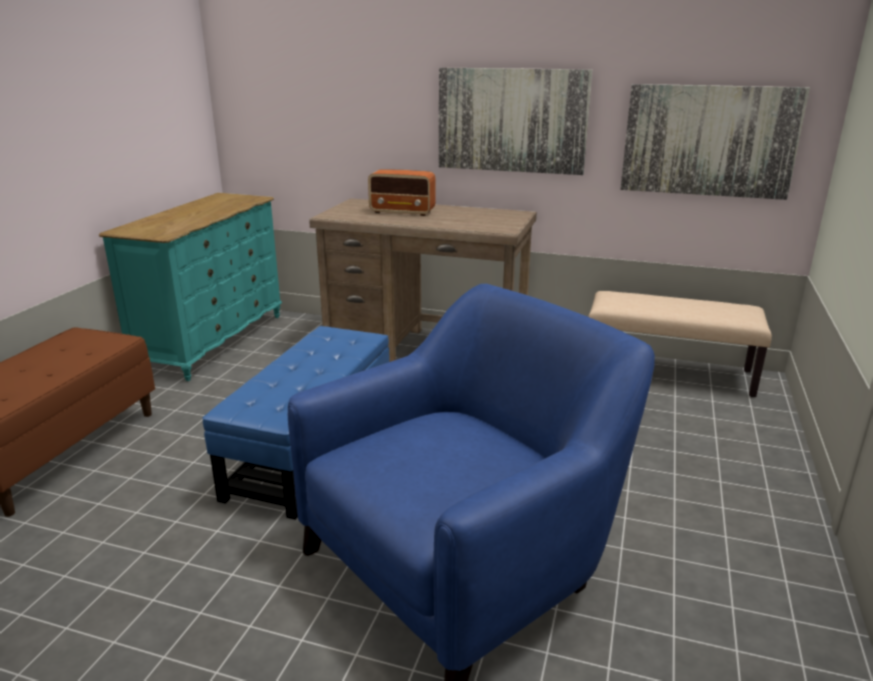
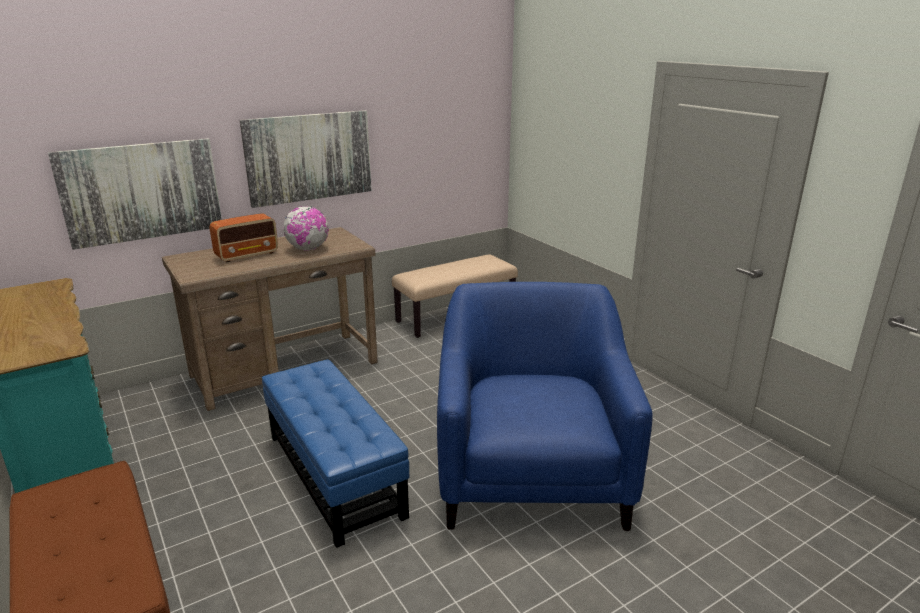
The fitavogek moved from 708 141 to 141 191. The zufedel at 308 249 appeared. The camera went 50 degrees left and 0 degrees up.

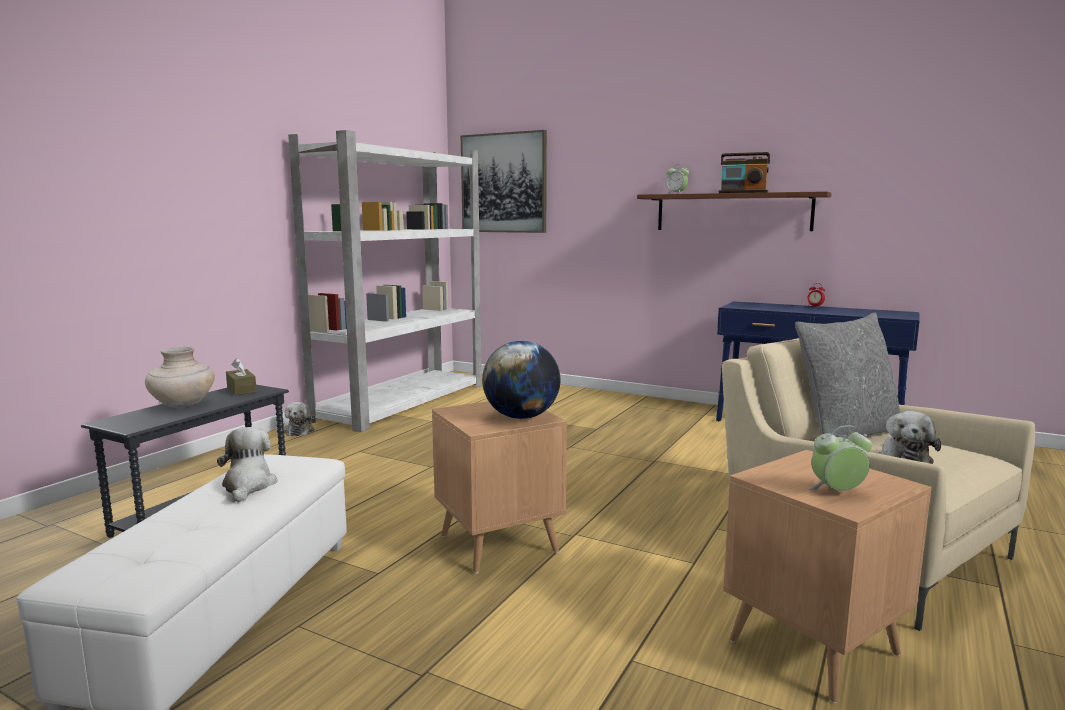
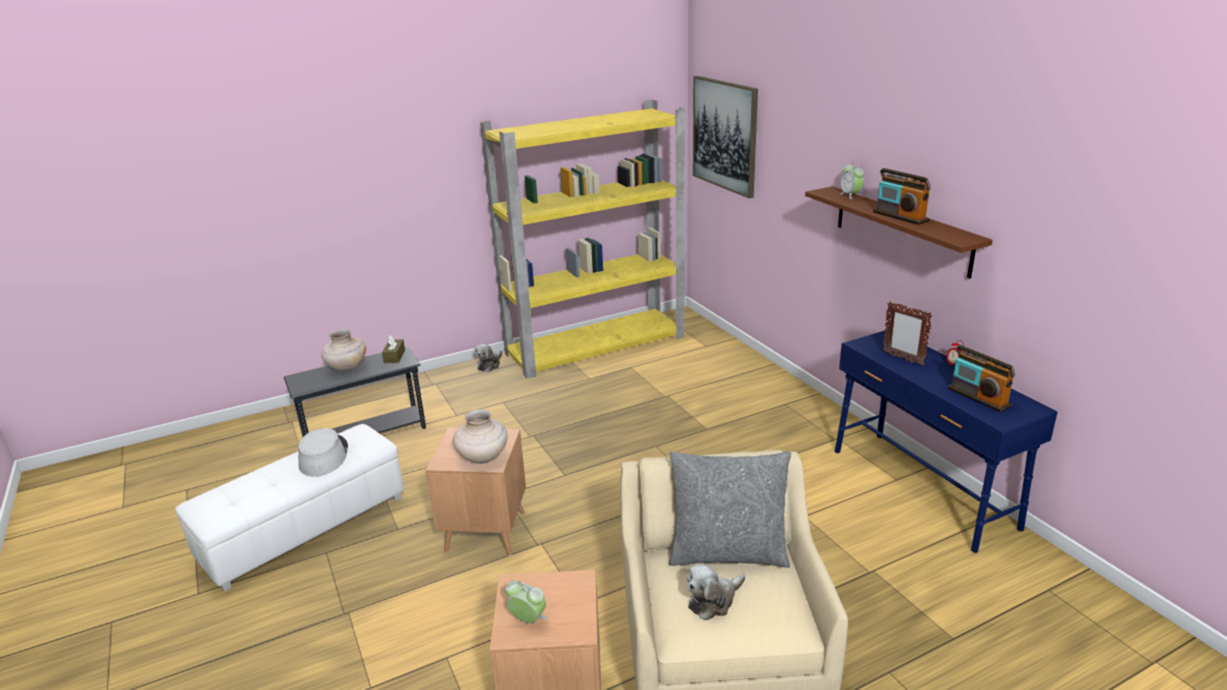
The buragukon at 248 486 was replaced by the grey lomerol at 323 456. The zufedel at 521 417 was replaced by the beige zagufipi at 482 457. The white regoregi at 403 401 became the yellow regoregi at 596 345. The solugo at 902 359 appeared. The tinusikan at 978 397 appeared. The camera went 35 degrees right and 15 degrees up.

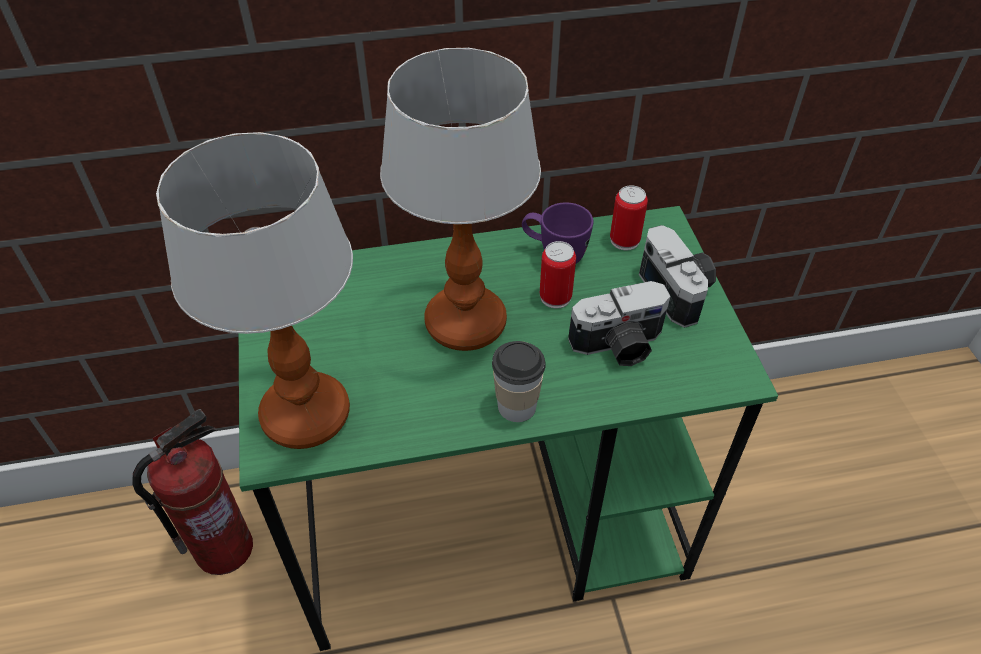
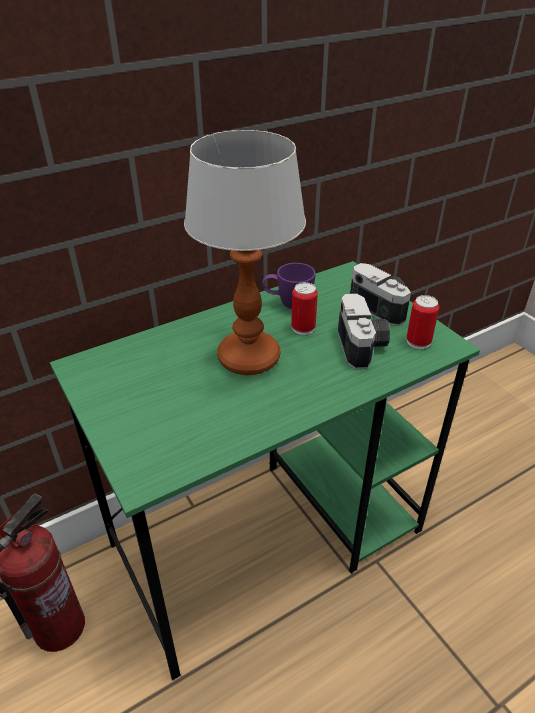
The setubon at 619 346 turned 60 degrees counterclockwise. The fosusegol moved from 624 240 to 418 341. The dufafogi at 306 416 disappeared. The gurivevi at 517 406 disappeared. The camera went 20 degrees left and 10 degrees down.

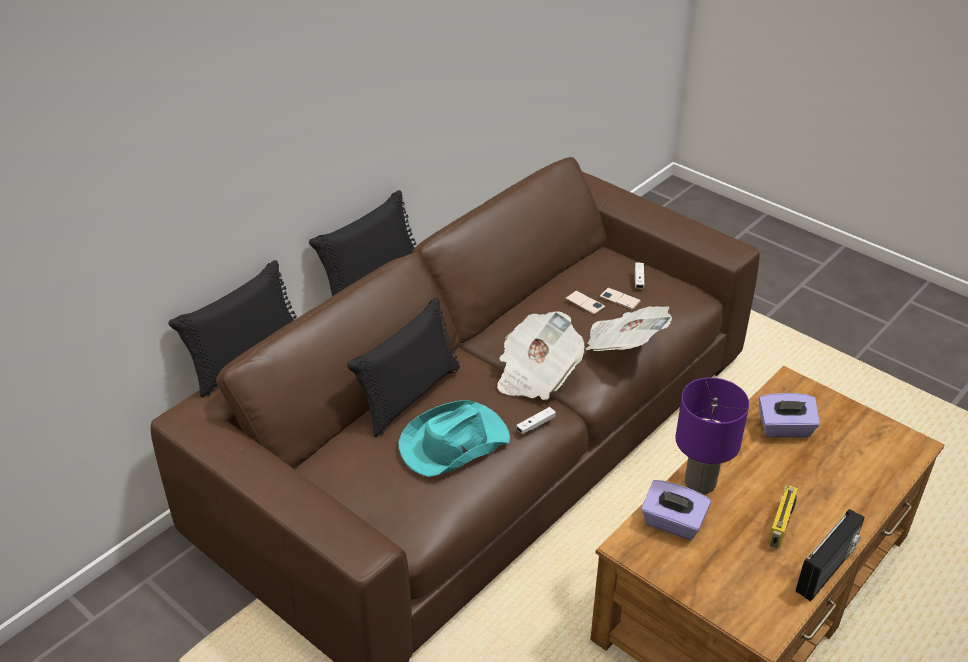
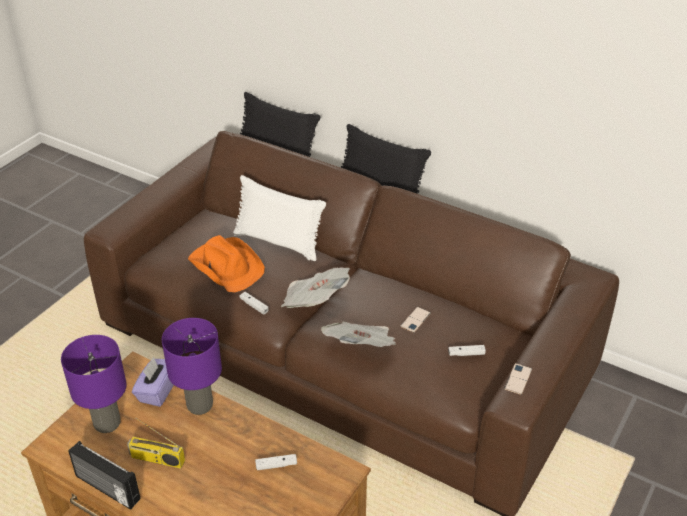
The purple dufafogi at 108 425 appeared. The turquoise lomerol at 453 443 became the orange lomerol at 226 266. The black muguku at 408 396 became the white muguku at 279 242. The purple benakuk at 785 429 was replaced by the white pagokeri at 276 465. The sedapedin moved from 620 299 to 518 379. The camera went 80 degrees right and 0 degrees up.

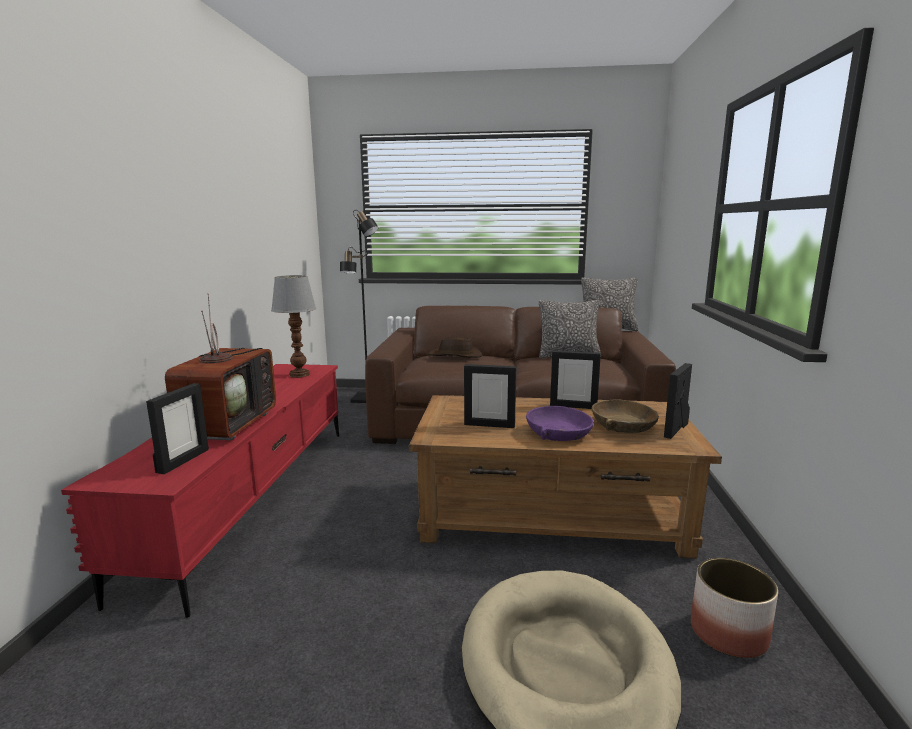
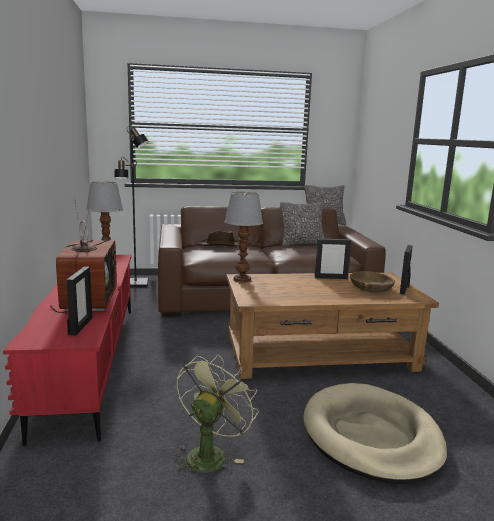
The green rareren at 209 454 appeared. The dufafogi at 241 280 appeared. The solugo at 489 425 disappeared. The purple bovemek at 558 433 disappeared. The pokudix at 729 634 disappeared. The camera went 15 degrees left and 0 degrees up.

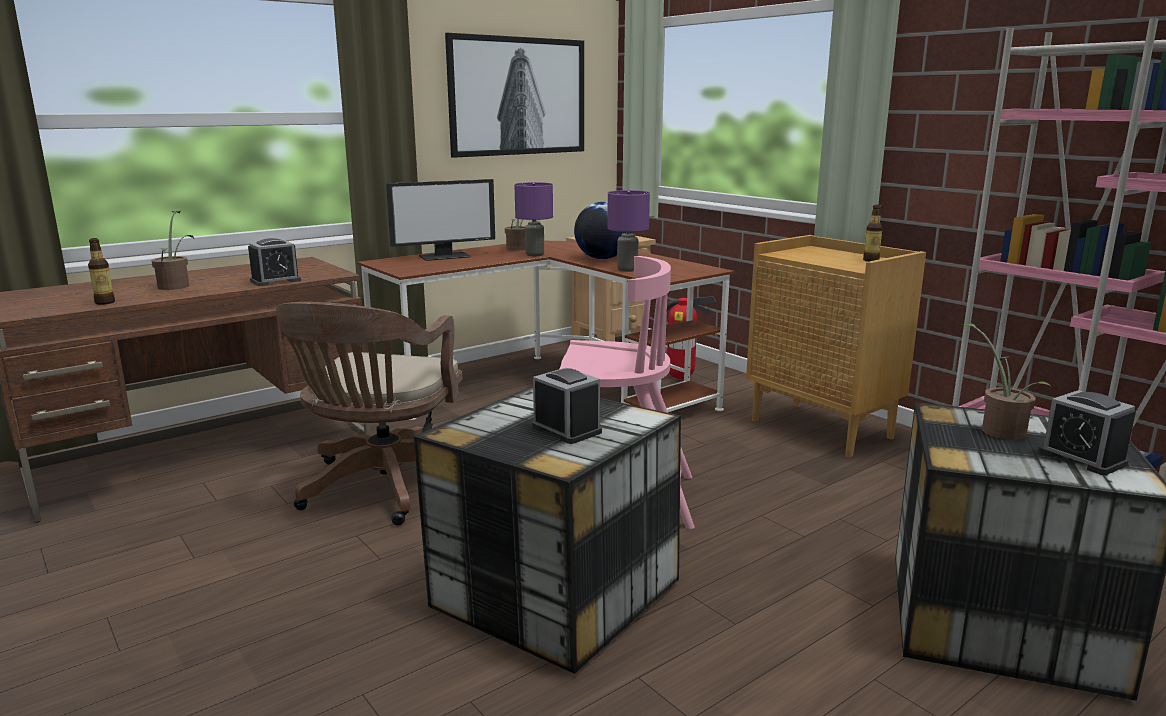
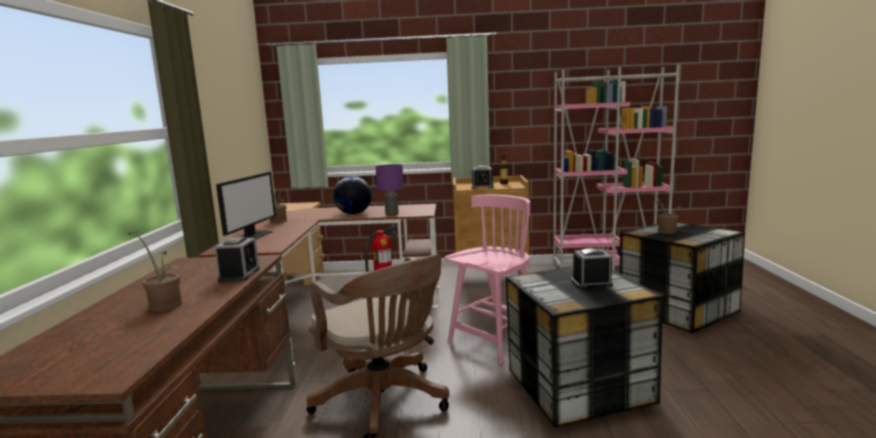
The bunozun moved from 1082 458 to 482 187. The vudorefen at 105 302 disappeared. The fitavogek at 517 96 disappeared. The purple dufafogi at 535 255 disappeared. The camera went 50 degrees left and 5 degrees down.

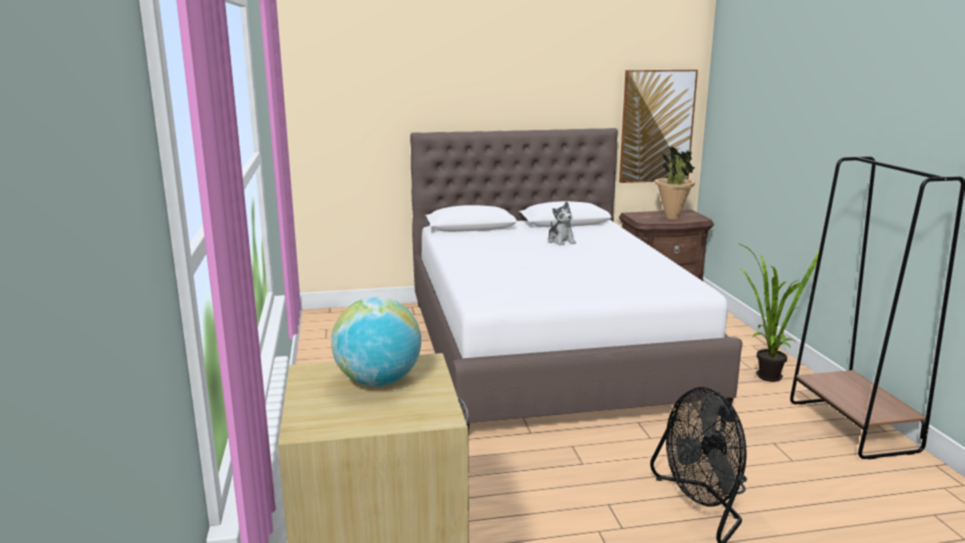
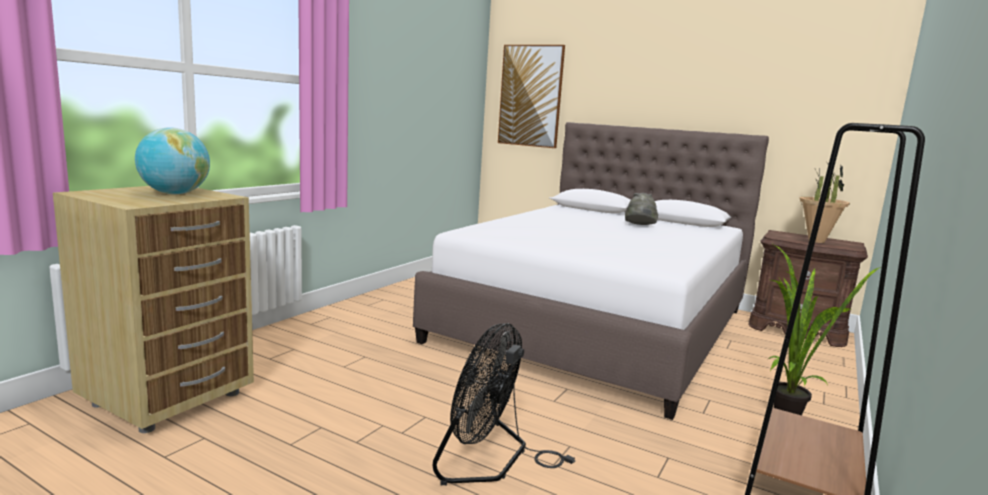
The fitavogek moved from 656 126 to 530 96. The buragukon at 561 241 was replaced by the grey lomerol at 639 226. The camera went 40 degrees right and 5 degrees down.

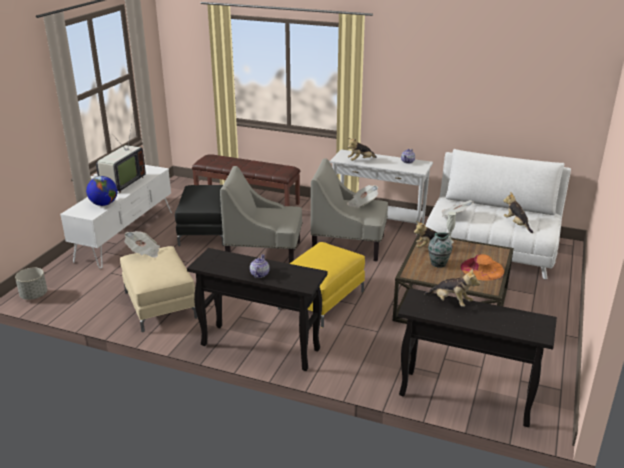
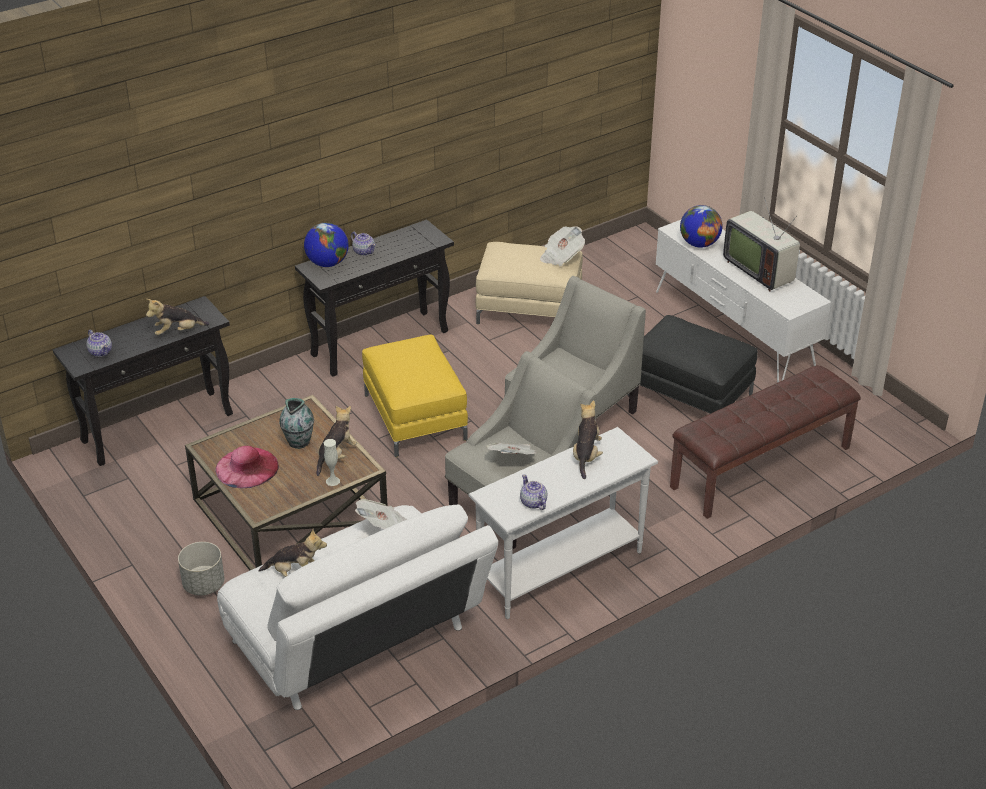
The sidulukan at 100 352 appeared. The grey pokudix moved from 34 295 to 203 585. The orange lomerol at 482 269 became the pink lomerol at 247 467. The zufedel at 327 263 appeared. The camera went 125 degrees right and 10 degrees up.

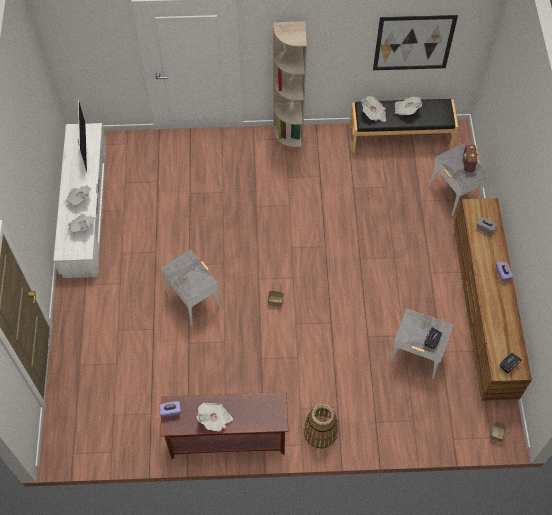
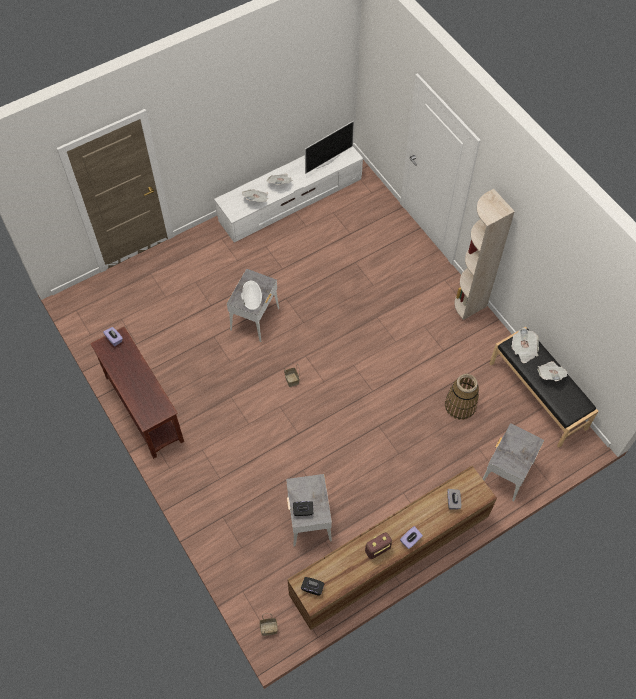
The white lomerol at 251 295 appeared. The tinusikan moved from 468 164 to 377 550. The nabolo moved from 320 432 to 460 405. The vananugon at 215 419 disappeared. The fitavogek at 413 43 disappeared. The camera went 60 degrees right and 0 degrees up.

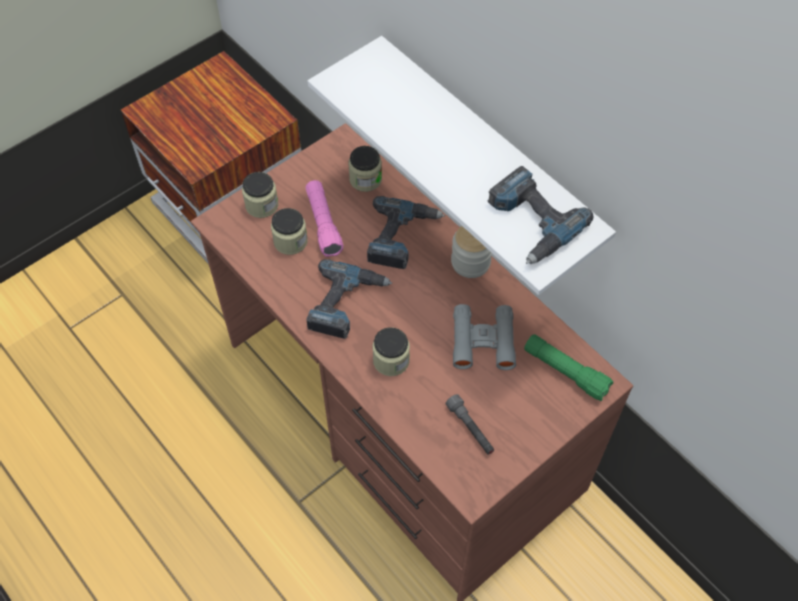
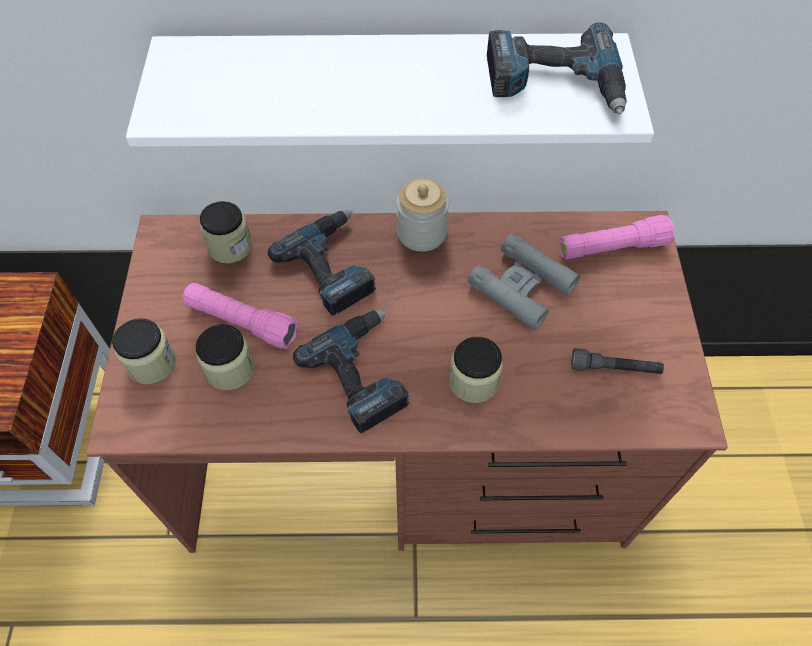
The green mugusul at 565 372 became the pink mugusul at 612 248. The camera went 50 degrees left and 0 degrees up.

